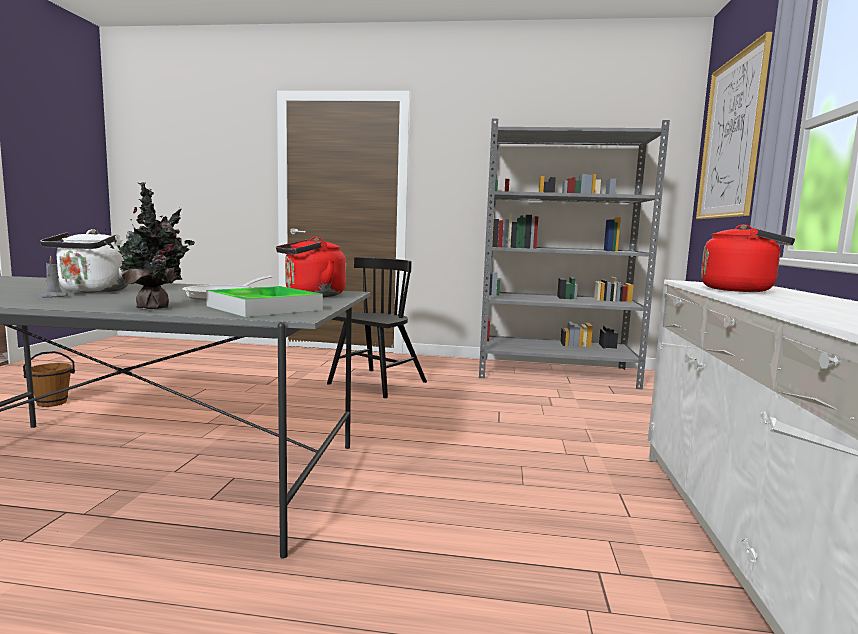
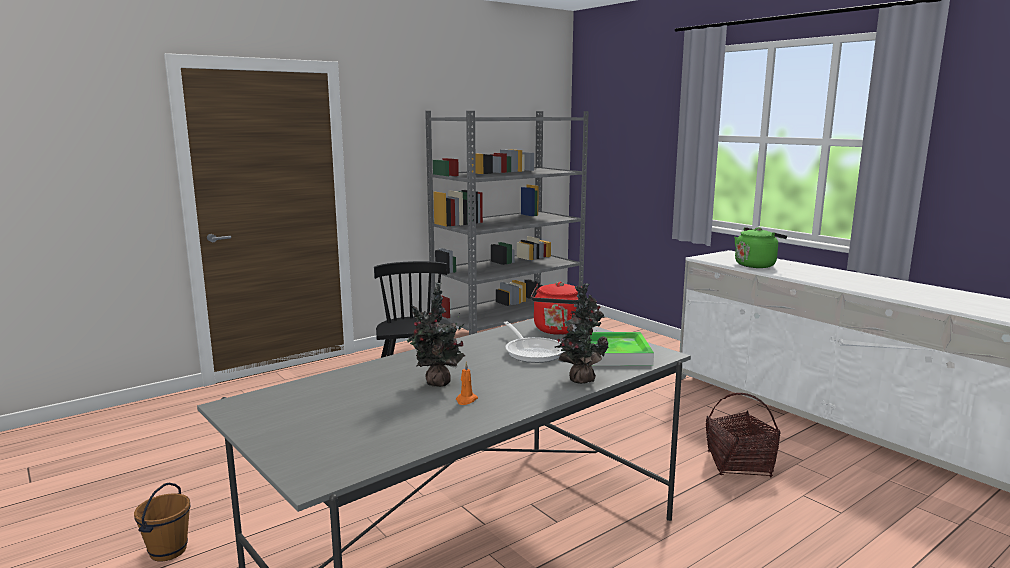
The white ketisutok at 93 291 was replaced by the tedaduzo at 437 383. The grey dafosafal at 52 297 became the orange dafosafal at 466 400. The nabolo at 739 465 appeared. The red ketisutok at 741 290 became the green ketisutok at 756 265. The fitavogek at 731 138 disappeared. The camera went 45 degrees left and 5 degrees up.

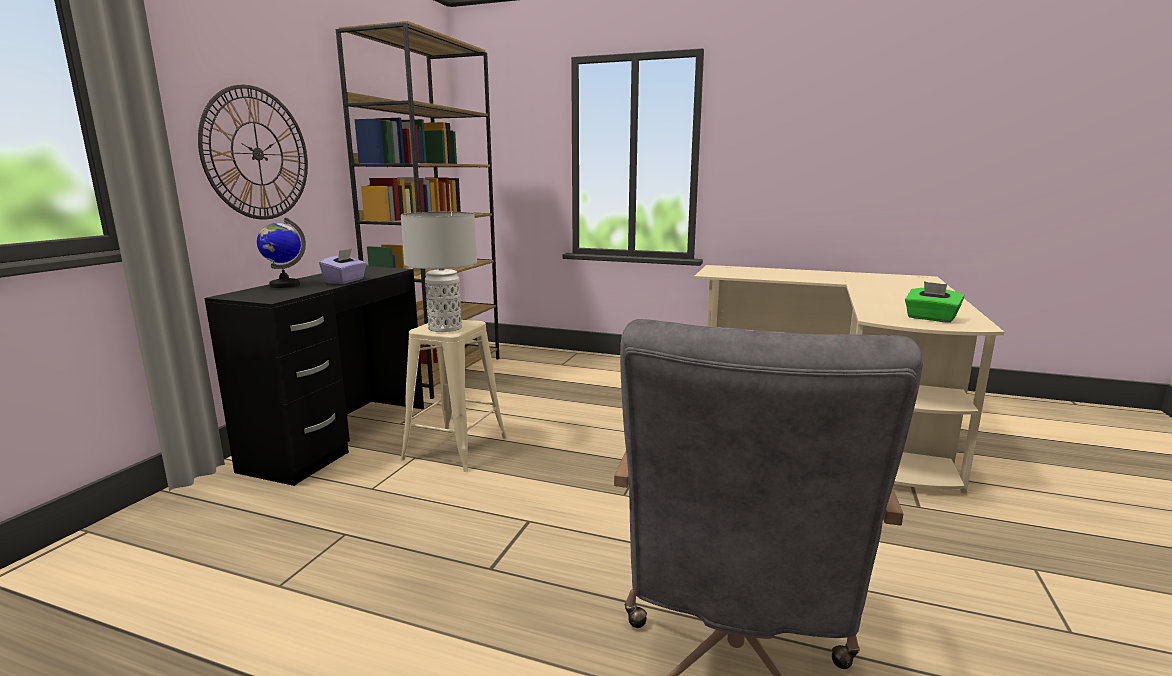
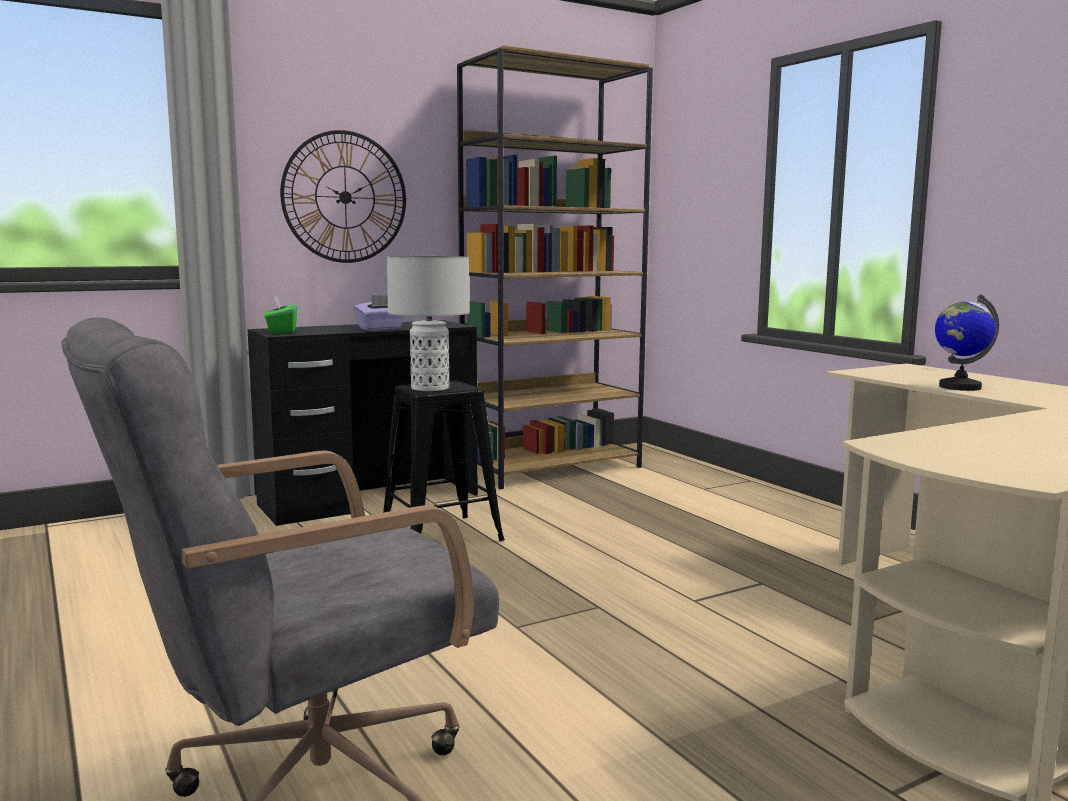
The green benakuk moved from 930 318 to 281 332. The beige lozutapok at 455 448 became the black lozutapok at 441 536. The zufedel moved from 284 285 to 959 387. The camera went 40 degrees right and 5 degrees down.

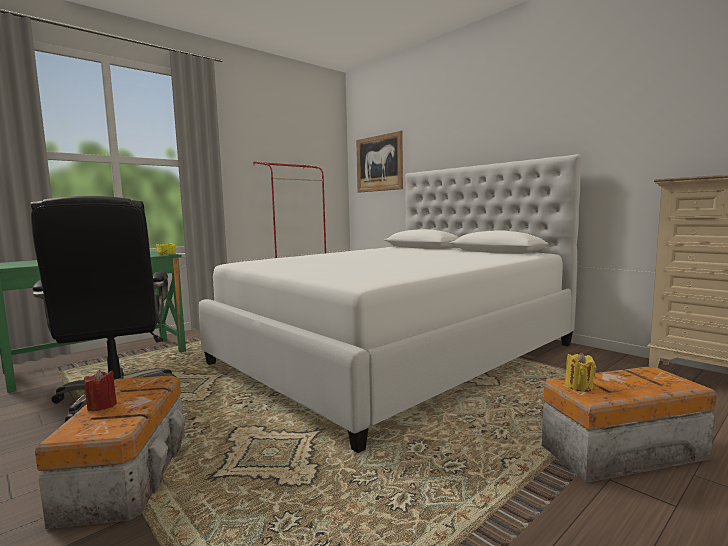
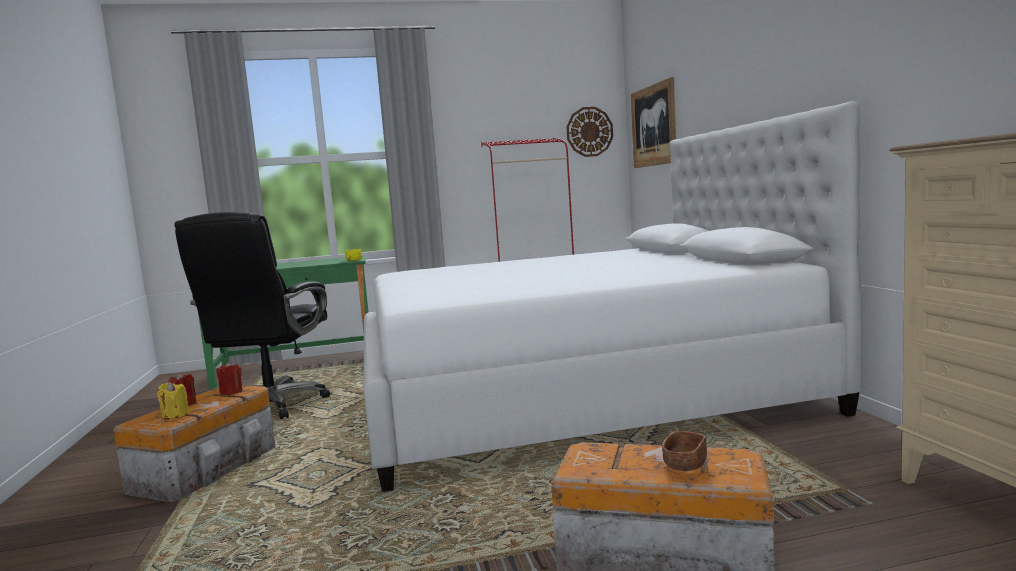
The yellow dafosafal moved from 579 386 to 175 415. The red dafosafal at 231 392 appeared. The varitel at 589 132 appeared. The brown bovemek at 685 465 appeared. The camera went 30 degrees right and 0 degrees up.

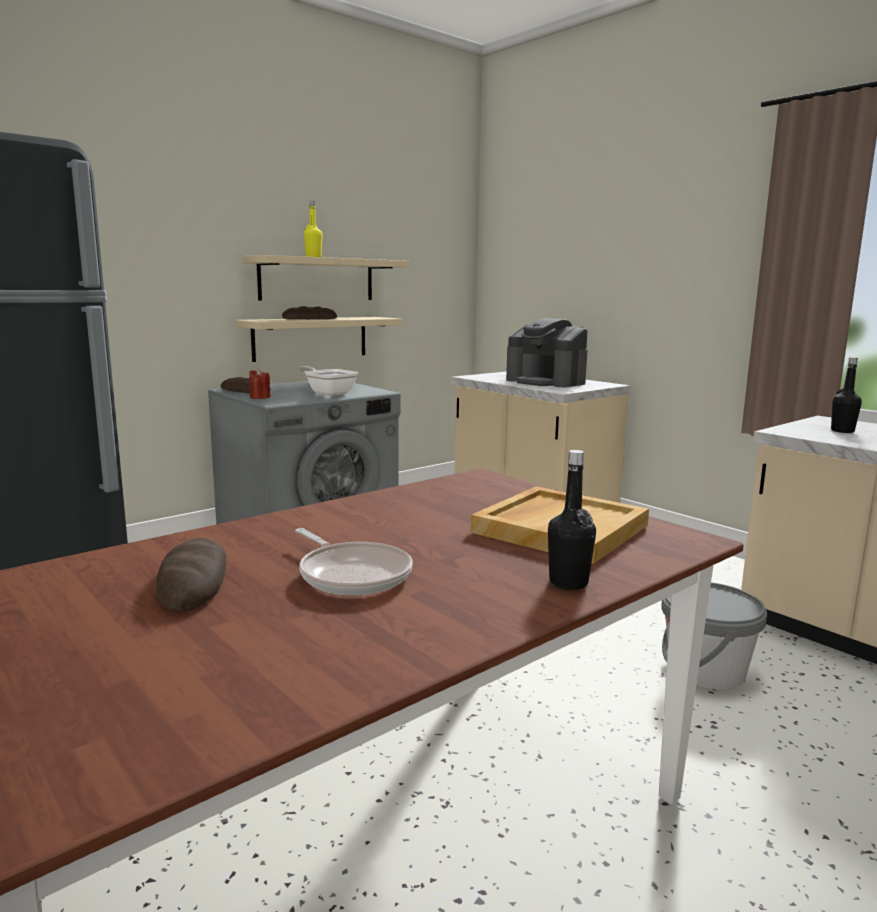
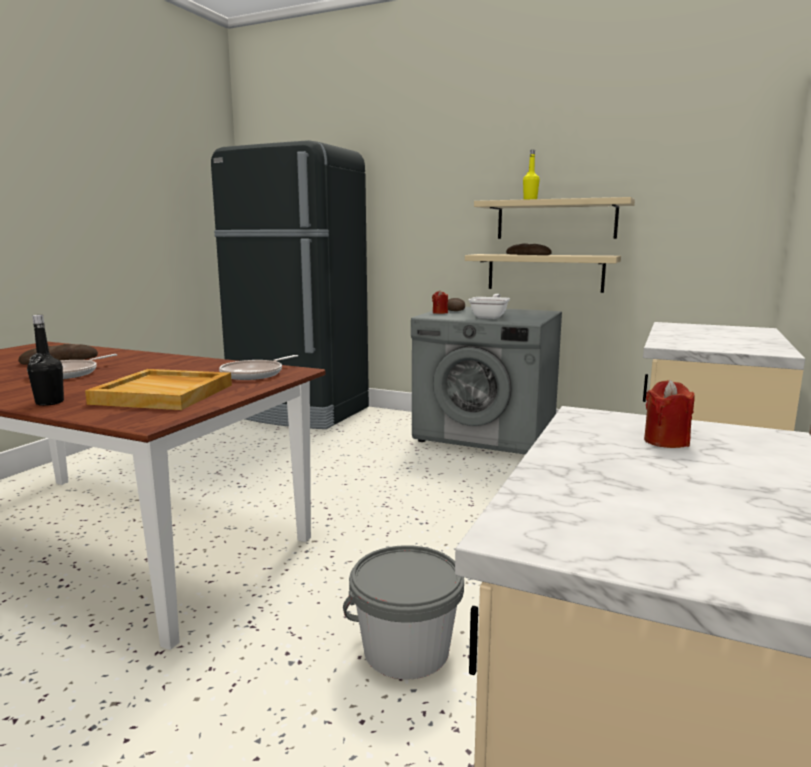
The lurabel at 255 374 appeared. The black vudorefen at 842 431 was replaced by the red dafosafal at 666 441. The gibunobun at 546 382 disappeared. The camera went 65 degrees right and 0 degrees up.

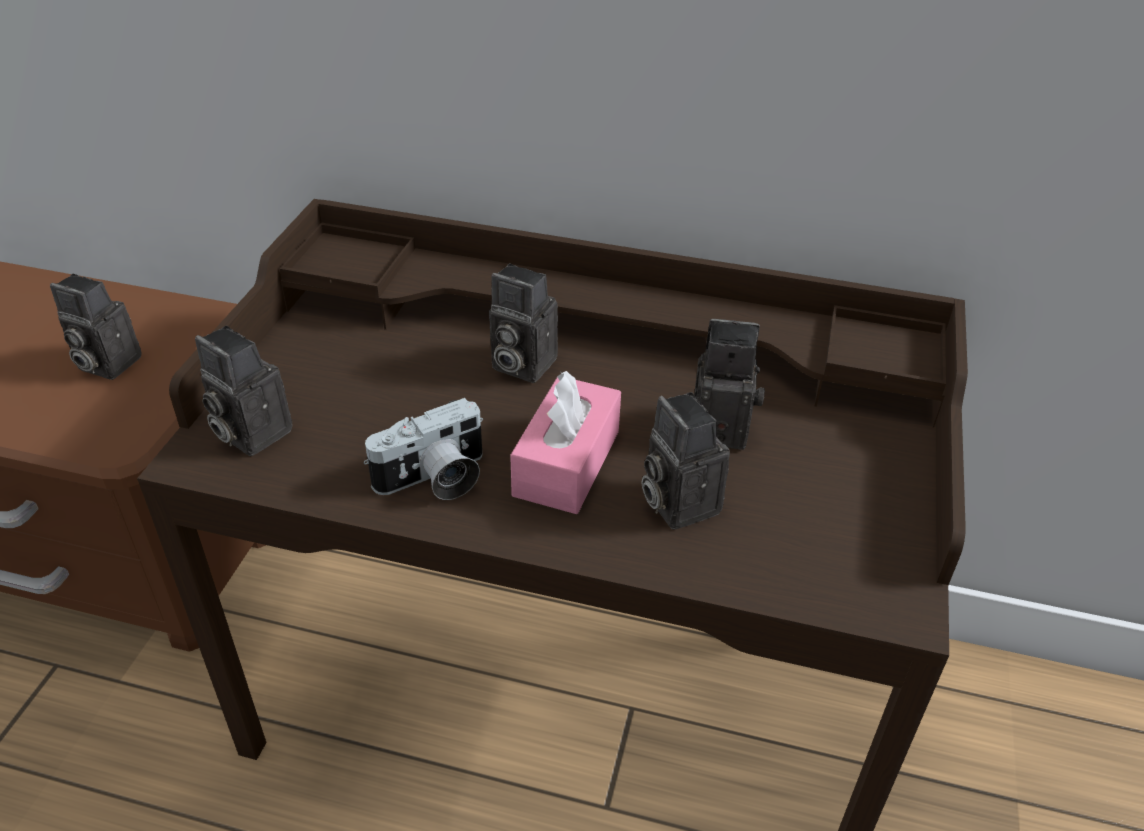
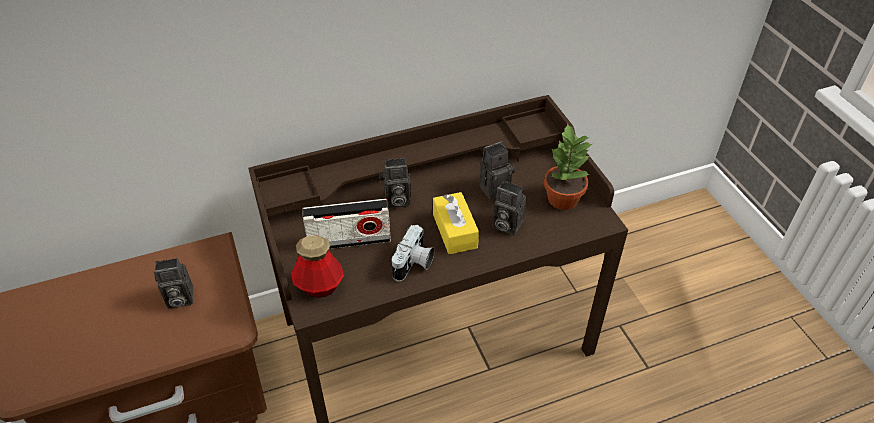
The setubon at 249 432 was replaced by the vudorefen at 319 287. The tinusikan at 349 240 appeared. The pink benakuk at 567 463 became the yellow benakuk at 455 231. The tedaduzo at 562 198 appeared. The camera went 35 degrees left and 5 degrees up.

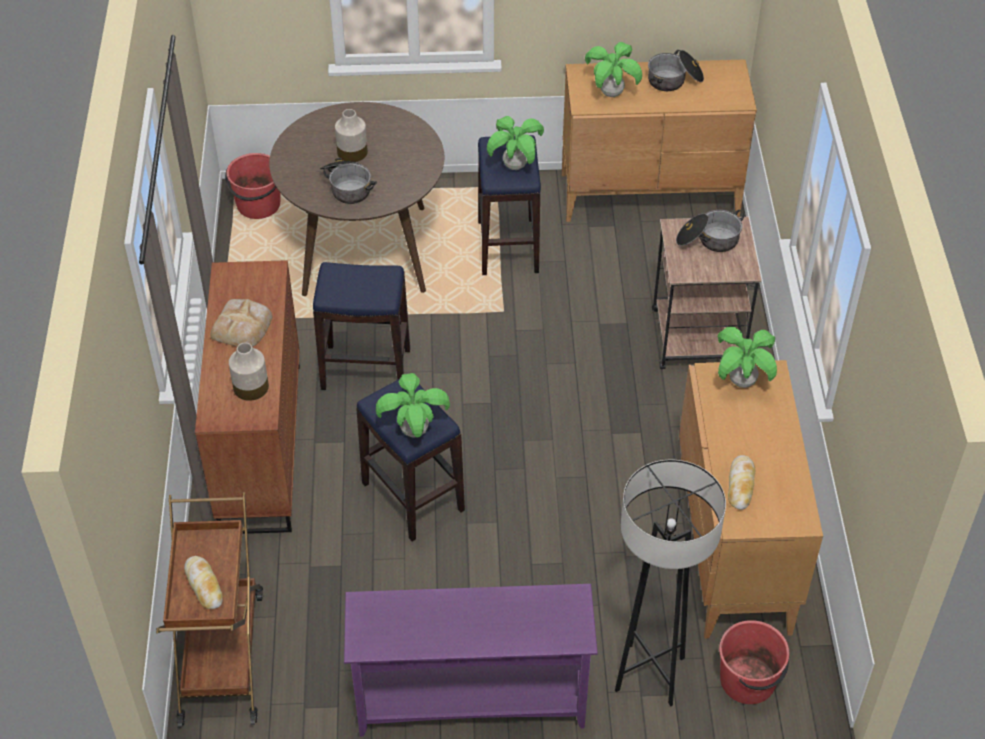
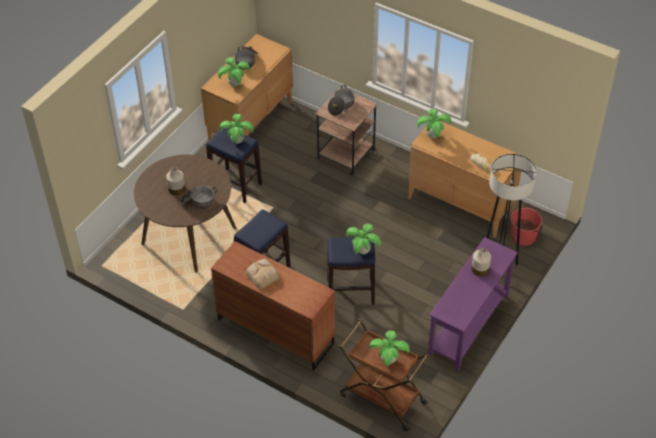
The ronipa at 204 585 was replaced by the tedaduzo at 388 360. The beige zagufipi moved from 250 387 to 480 269. The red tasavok at 258 205 disappeared. The camera went 55 degrees left and 0 degrees up.

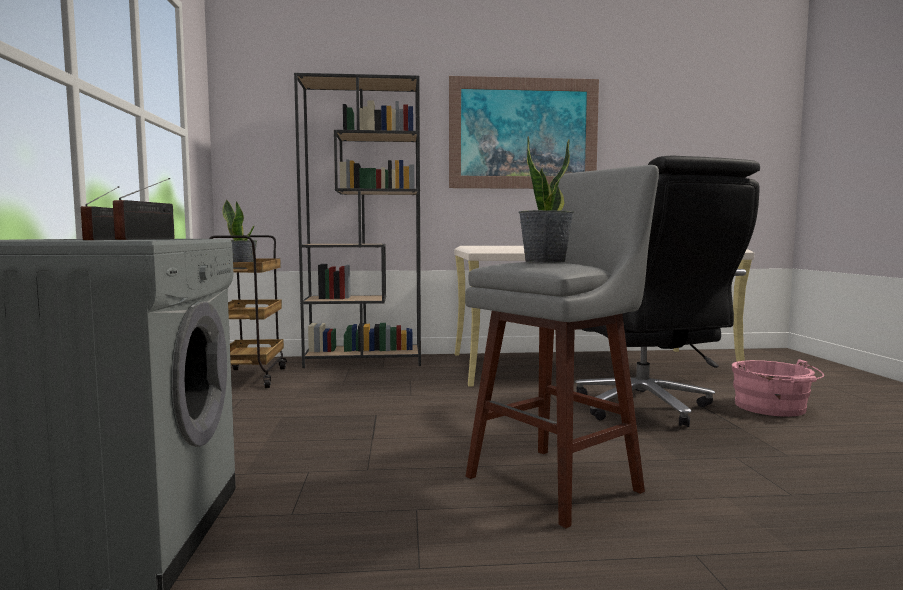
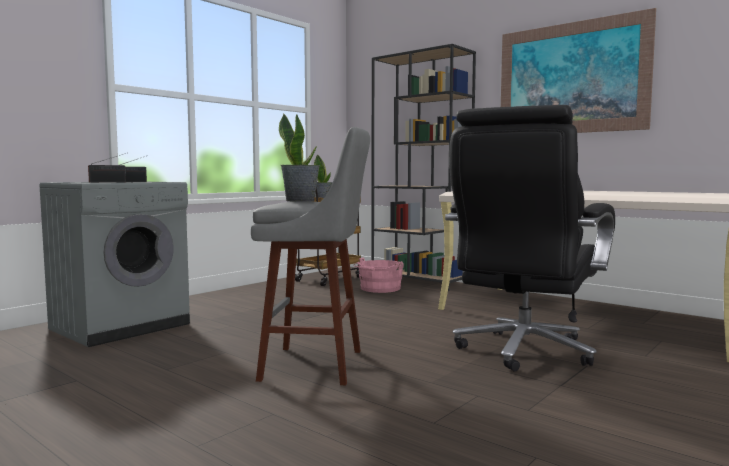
The pink tasavok moved from 773 408 to 379 289. The camera went 45 degrees right and 0 degrees up.

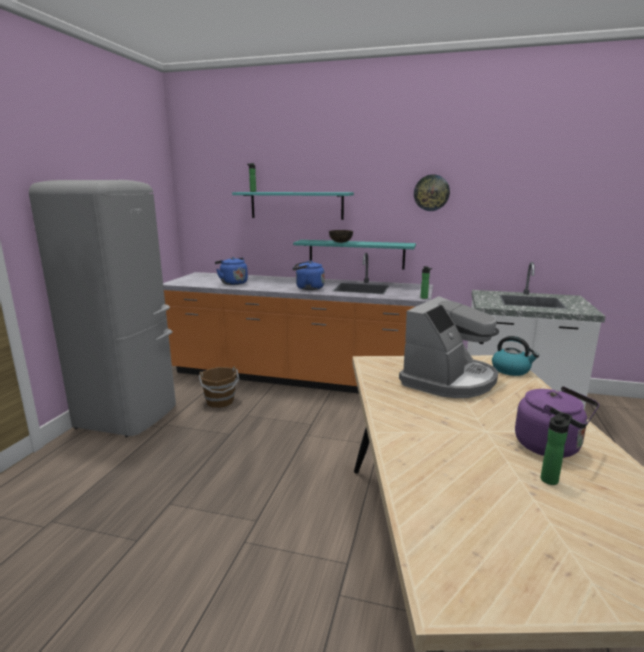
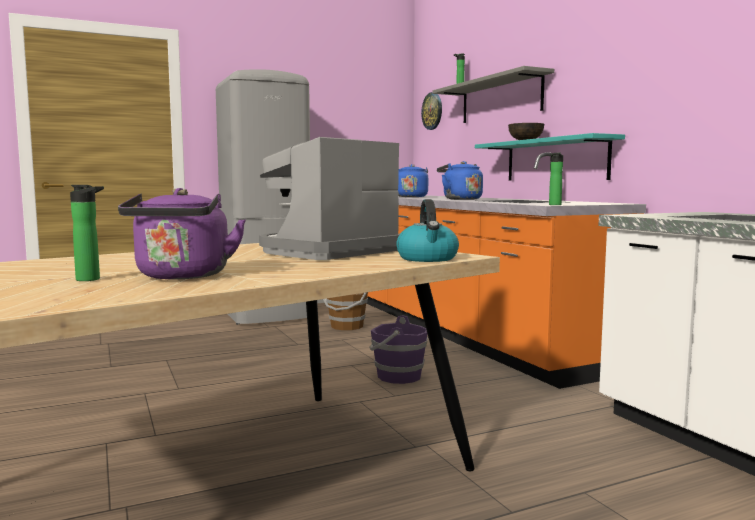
The gibunobun at 449 380 turned 135 degrees clockwise. The purple tasavok at 397 376 appeared. The varitel moved from 431 192 to 432 111. The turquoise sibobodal at 296 205 became the grey sibobodal at 500 99. The camera went 50 degrees right and 10 degrees down.

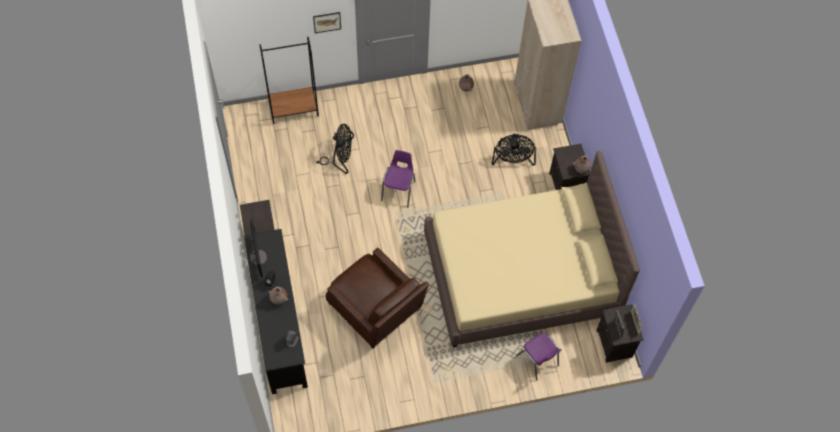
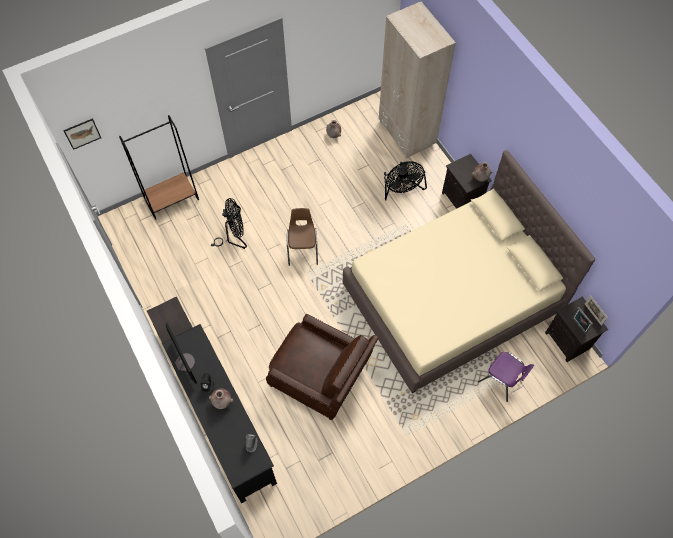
The fitavogek moved from 327 22 to 82 133. The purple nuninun at 399 190 became the brown nuninun at 303 250. The camera went 15 degrees left and 0 degrees up.

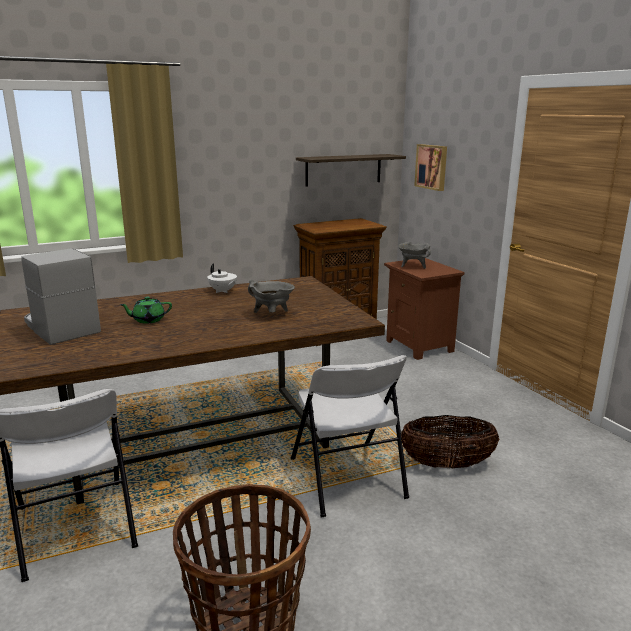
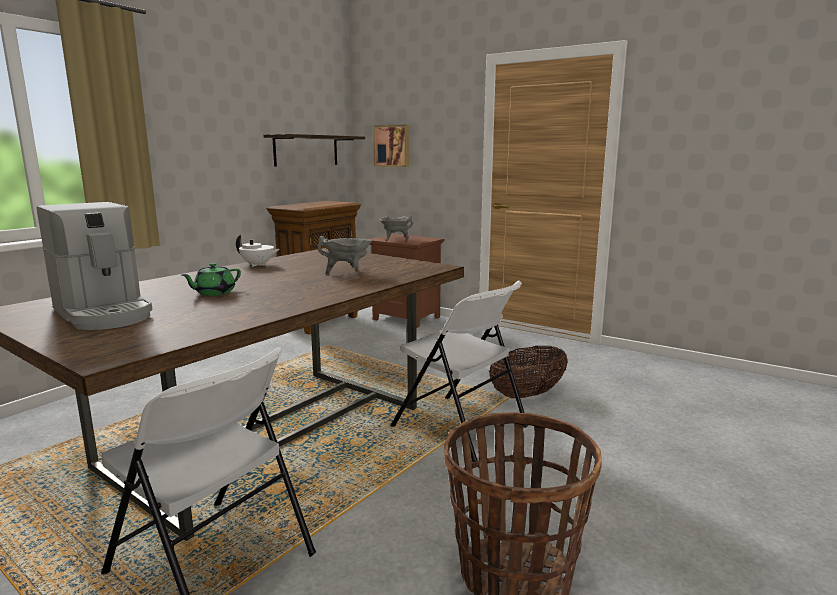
The gibunobun at 60 328 turned 150 degrees counterclockwise. The camera went 30 degrees left and 5 degrees down.

